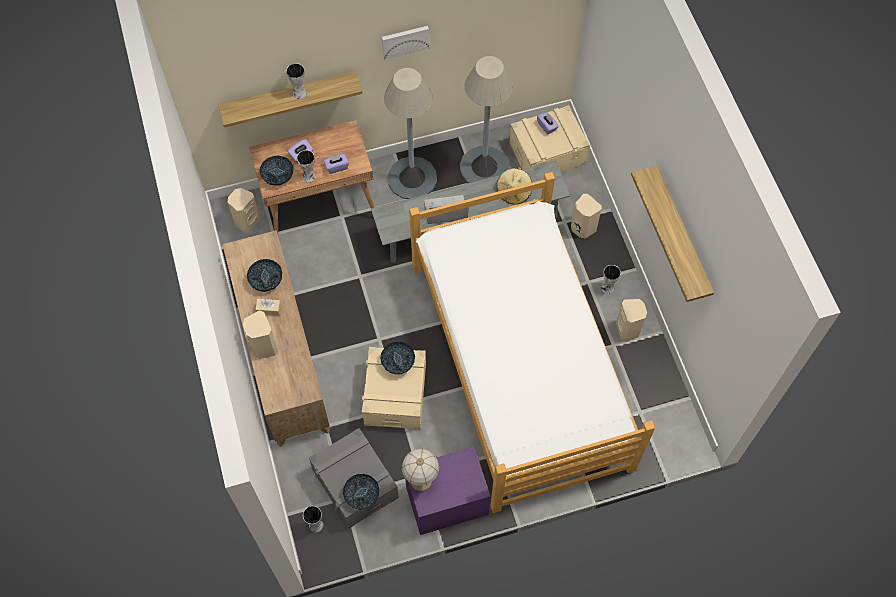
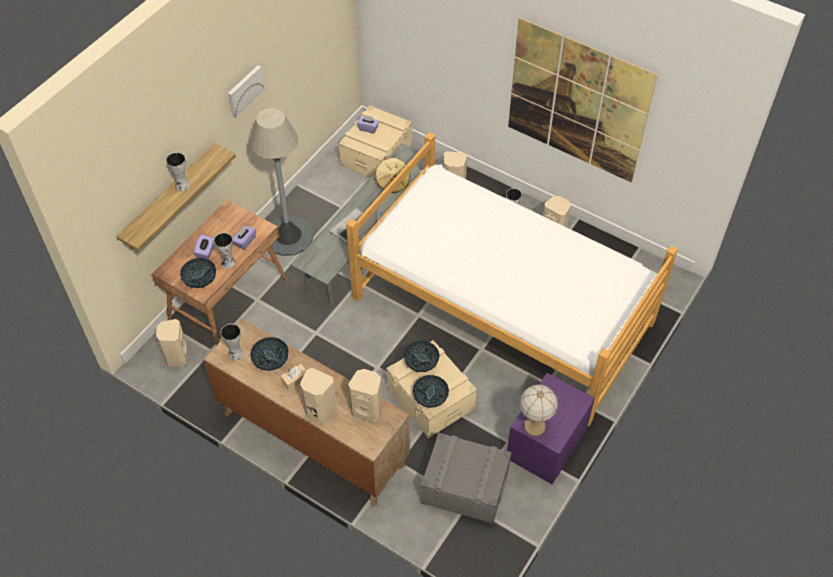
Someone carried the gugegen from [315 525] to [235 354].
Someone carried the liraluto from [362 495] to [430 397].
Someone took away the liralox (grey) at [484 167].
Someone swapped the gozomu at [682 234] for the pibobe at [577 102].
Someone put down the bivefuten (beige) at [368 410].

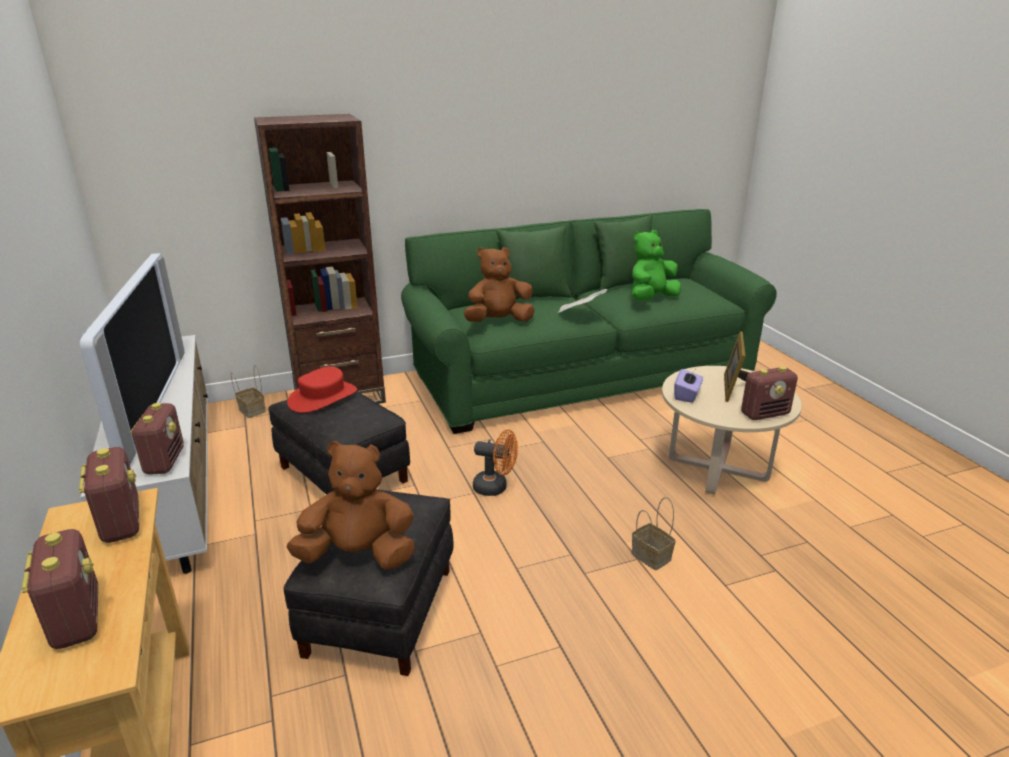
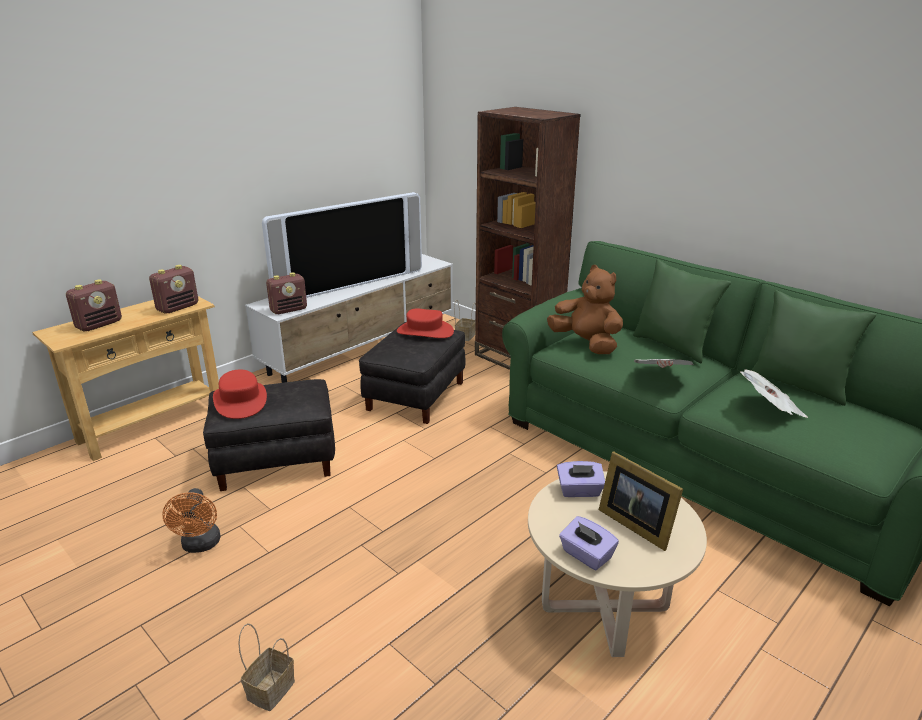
Someone swapped the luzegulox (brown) at [358 555] for the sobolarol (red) at [240 401].
Someone carried the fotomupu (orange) from [495 487] to [200 545].
Someone swapped the luzegulox (green) at [651 299] for the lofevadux at [770 409].
Someone carried the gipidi from [649 556] to [271 688].
Someone rotated the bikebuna at [734 388] by 120 degrees counterclockwise.
Someone swapped the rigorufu at [765 414] for the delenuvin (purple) at [586 555].

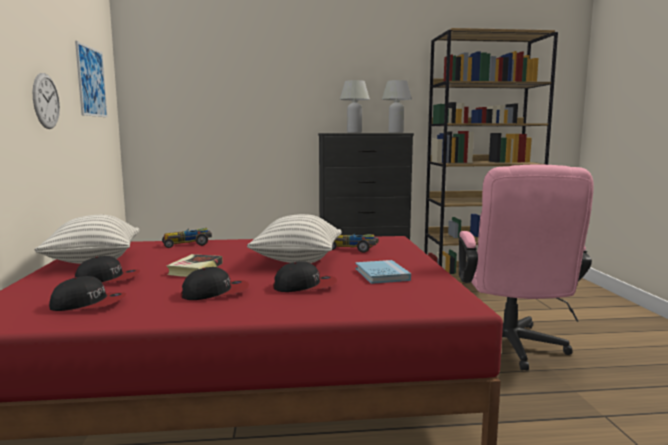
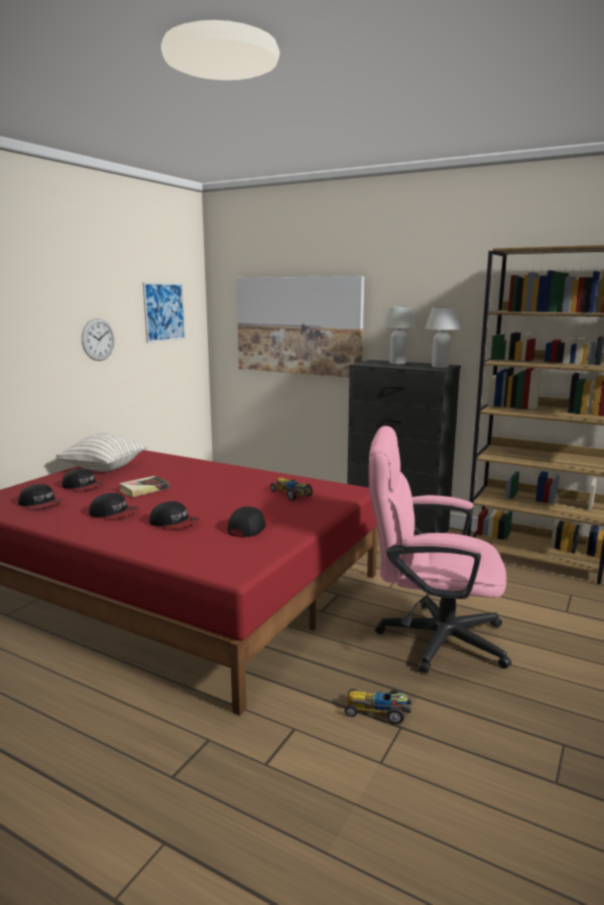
Someone carried the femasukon from [188 244] to [379 711].
Someone took away the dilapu at [297 261].
Someone swapped the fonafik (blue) at [382 274] for the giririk at [250 526].
Someone rotated the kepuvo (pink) at [511 349] by 60 degrees clockwise.
Someone put up the pibobe at [298 325].

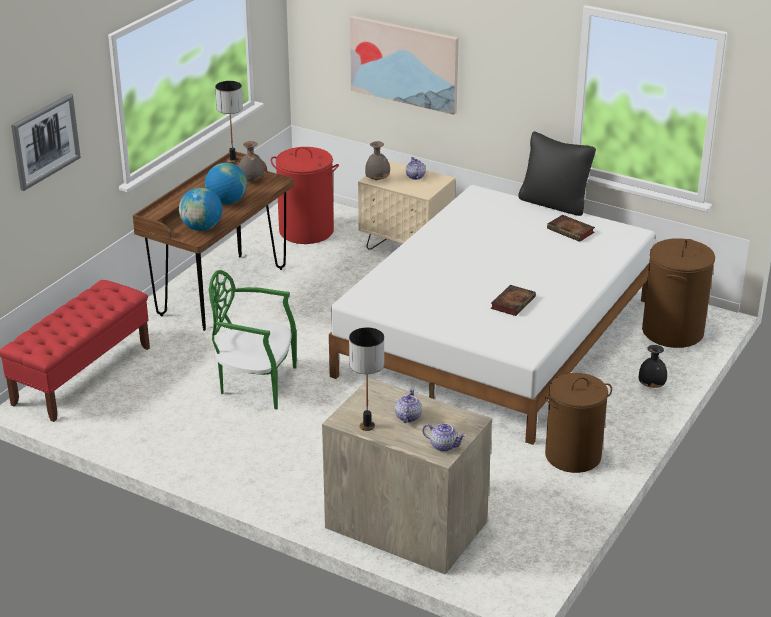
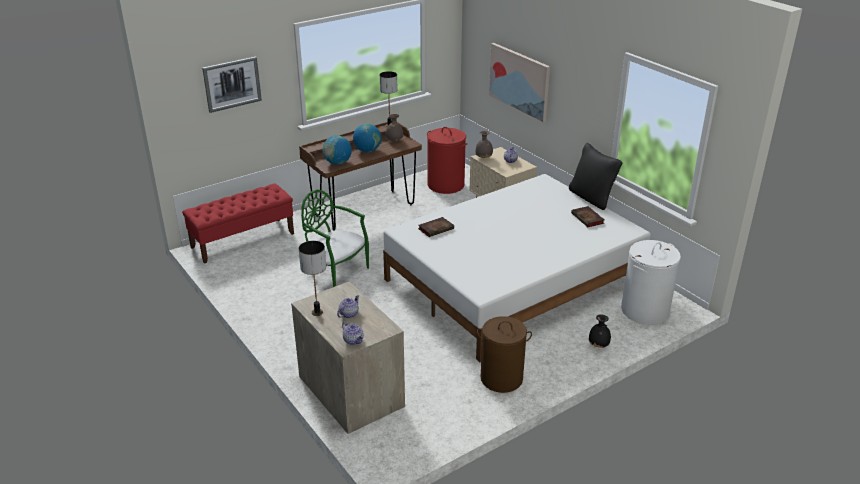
Someone carried the fonafik from [513 302] to [436 228].
Someone repainted the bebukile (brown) at [673 332], which became the bebukile (white) at [645 311].

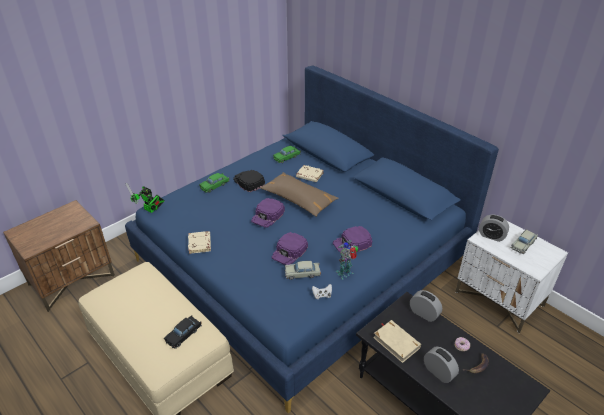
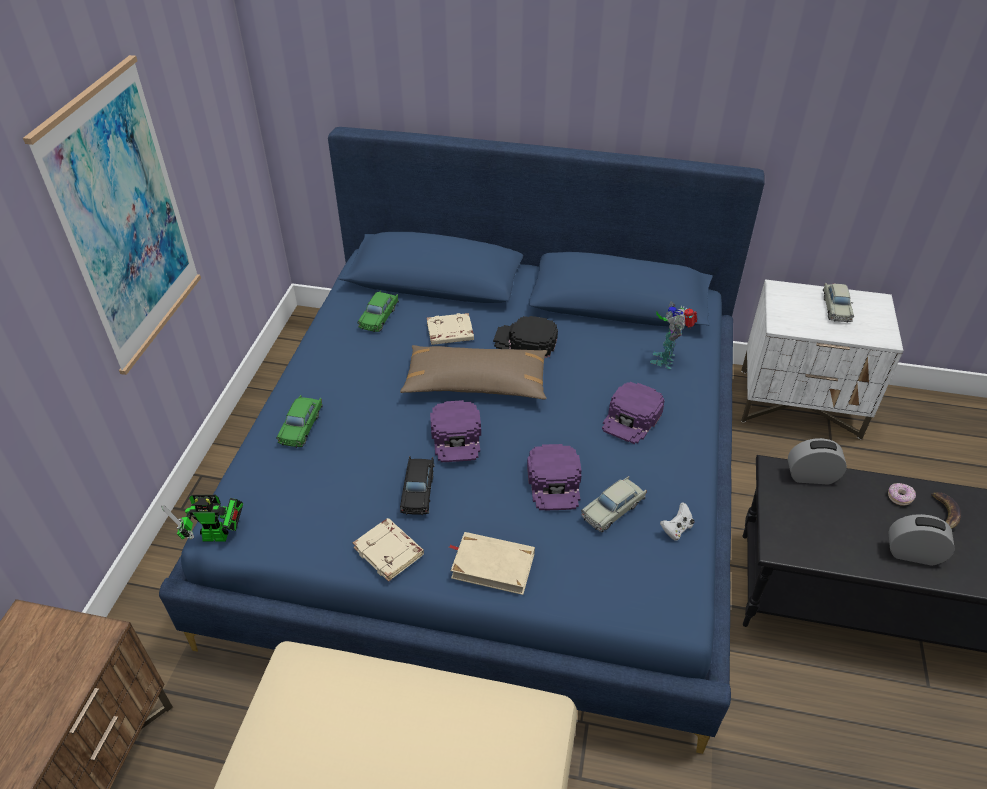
Someone carried the femasukon (black) from [184 334] to [418 490].
Someone carried the giririk (black) from [248 182] to [525 341].
Someone carried the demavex from [346 273] to [666 359].
Someone carried the fonafik (beige) from [396 342] to [492 565].
Someone took away the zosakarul at [491 236].
Someone put up the pibobe at [124 220].

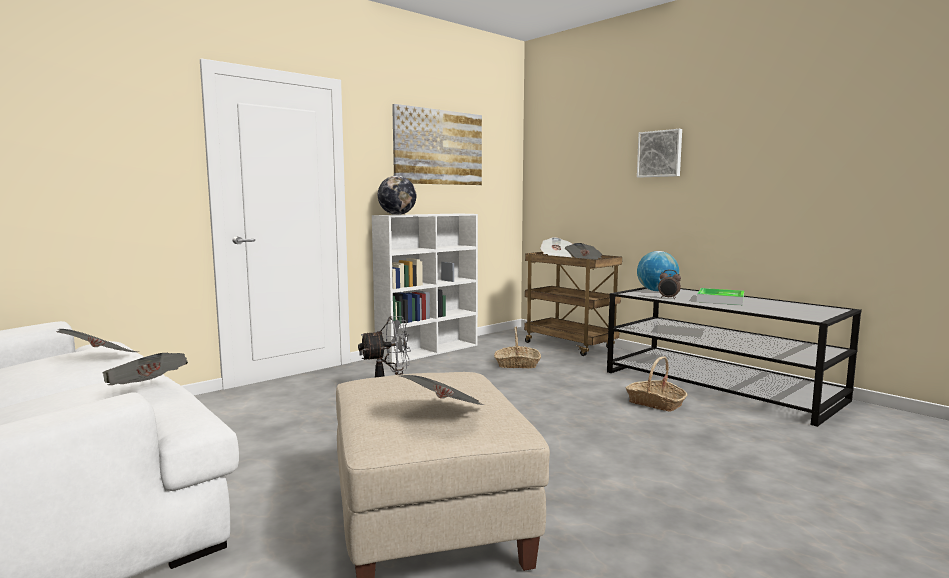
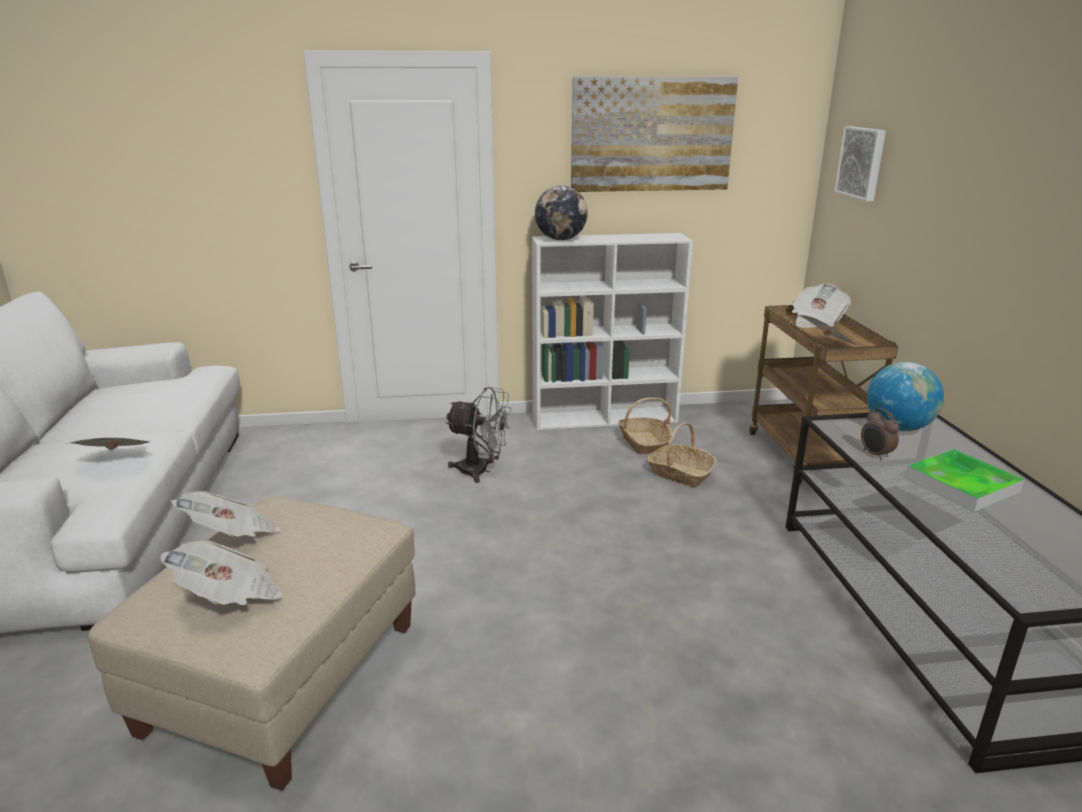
Someone carried the lofevadux from [101 359] to [232 535].
Someone carried the gipidi from [655 403] to [644 443].
Someone carried the pibobe from [660 154] to [862 163].

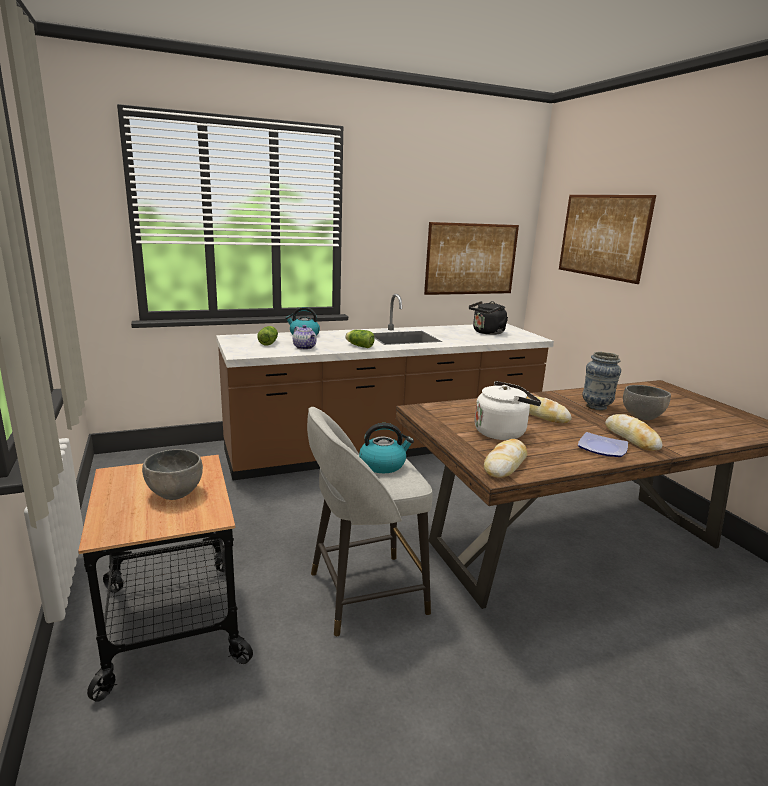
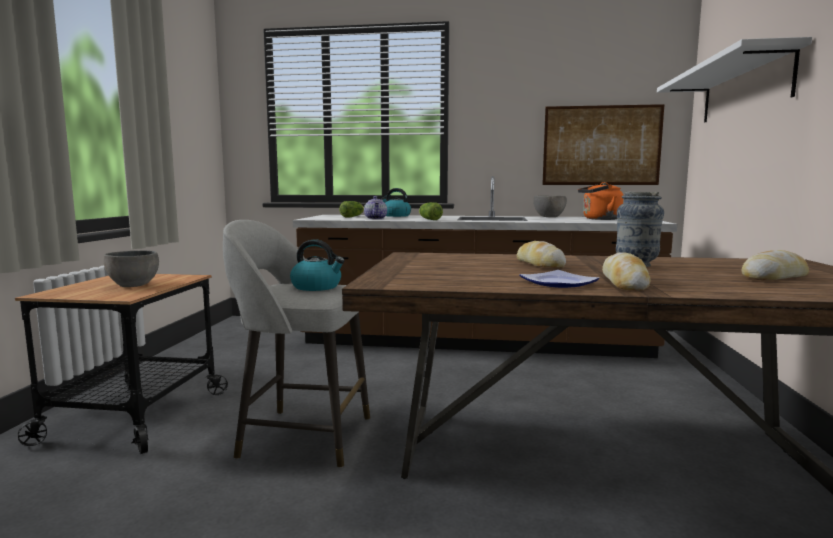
Someone repainted the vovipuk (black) at [487 333], which became the vovipuk (orange) at [599 219].
Someone took away the vovipuk (white) at [502 432].
Someone carried the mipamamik from [505 465] to [774 277].
Someone swapped the pibobe at [602 236] for the gozomu (white) at [744 89].
Someone carried the liraluto (grey) from [642 417] to [549 217].

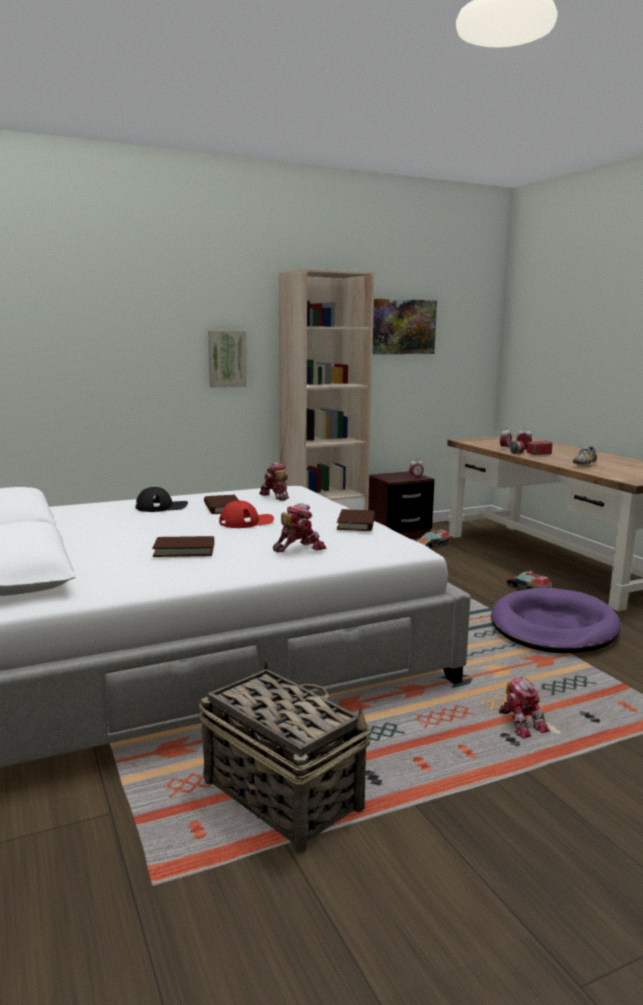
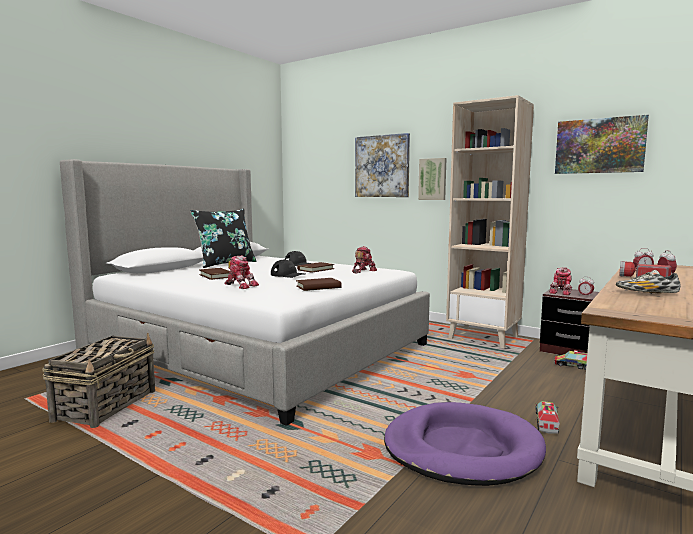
Someone repainted the giririk (red) at [246 522], which became the giririk (black) at [288 275].
Someone carried the demavex from [521 723] to [562 292].
Someone put down the dilapu (black) at [225 263].
Someone put up the pibobe at [382 166].

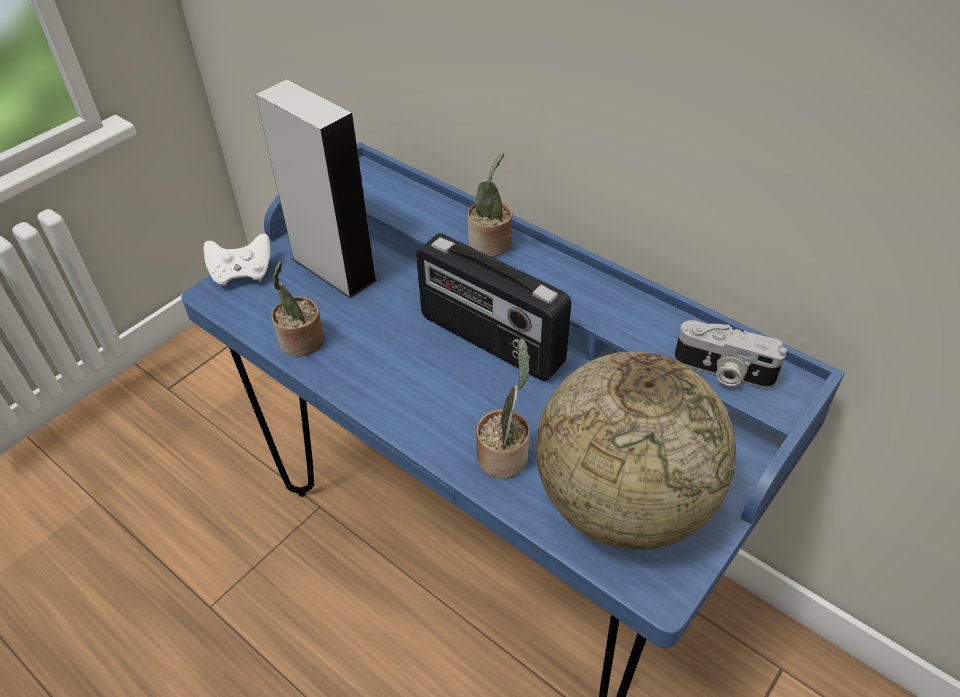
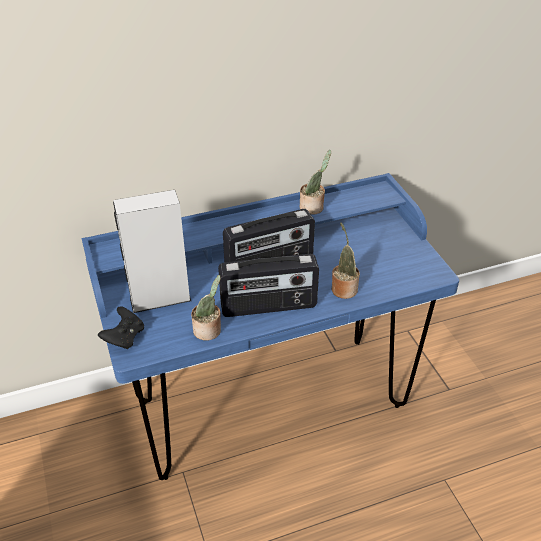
Someone repainted the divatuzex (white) at [242 274], which became the divatuzex (black) at [124 337].
Someone carried the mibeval from [491 245] to [313 207].
Someone took away the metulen at [622 503].
Someone took away the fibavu at [722 372].
Someone put down the rigorufu at [268 307].

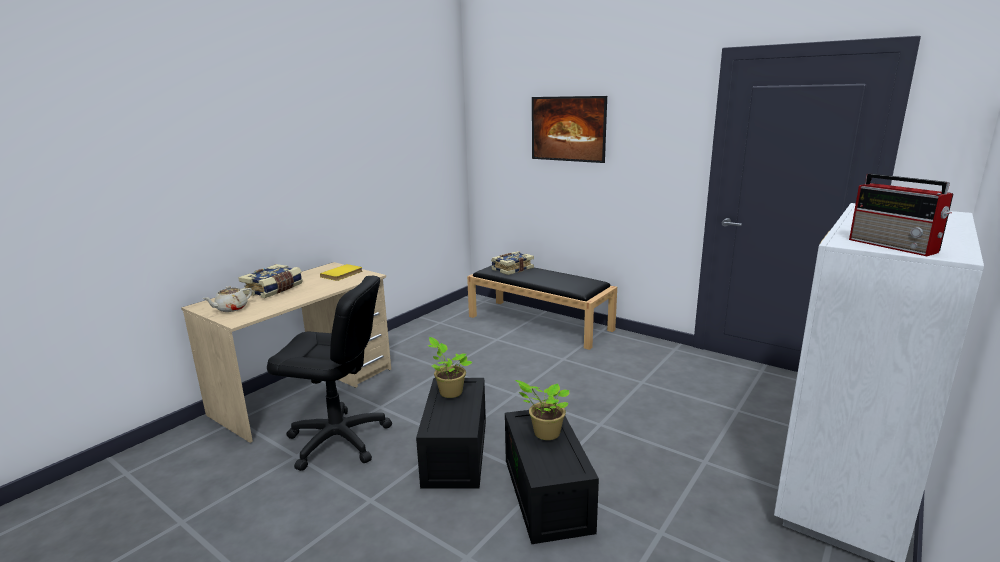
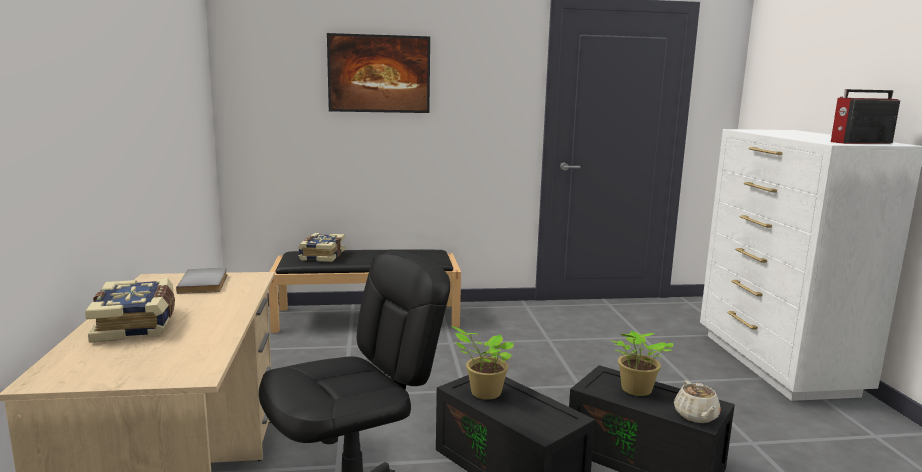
Someone carried the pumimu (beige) from [231 309] to [696 416].
Someone repainted the fonafik (yellow) at [343 274], which became the fonafik (grey) at [205 283].
Someone rotated the rigorufu at [894 246] by 150 degrees clockwise.

